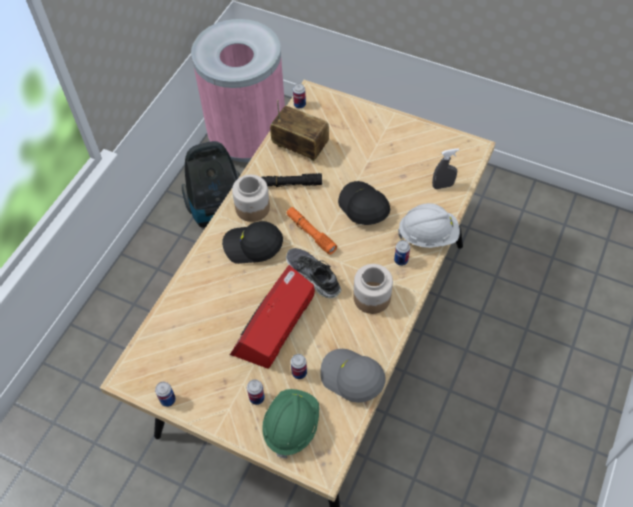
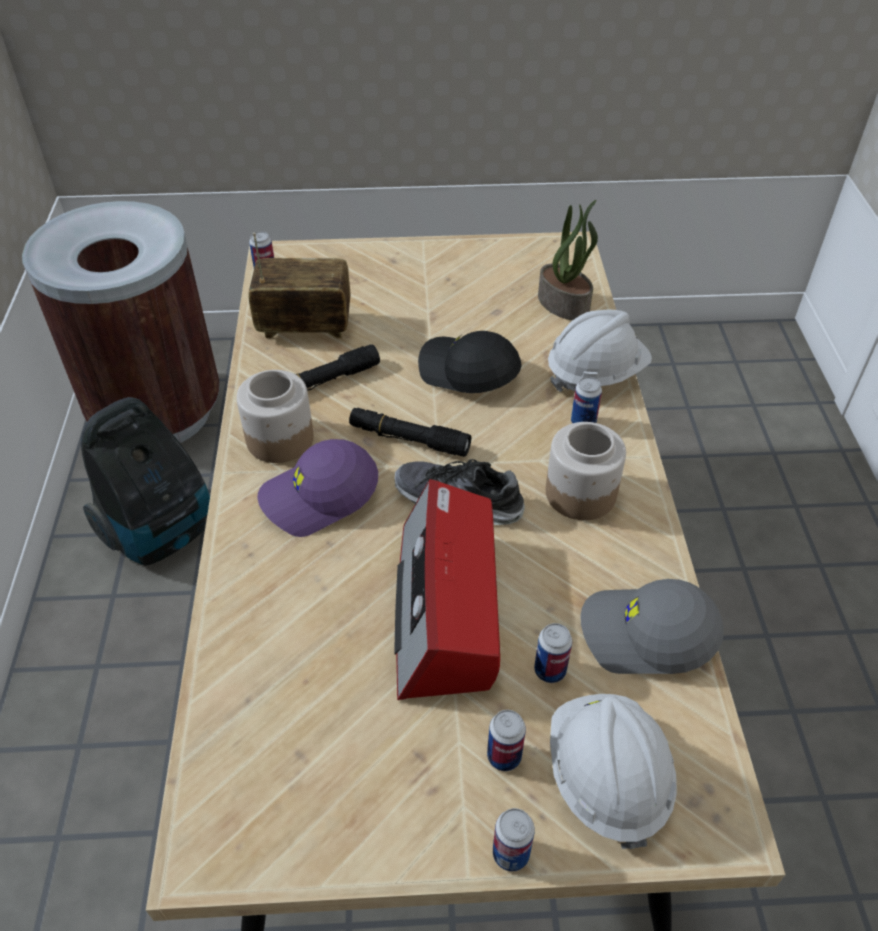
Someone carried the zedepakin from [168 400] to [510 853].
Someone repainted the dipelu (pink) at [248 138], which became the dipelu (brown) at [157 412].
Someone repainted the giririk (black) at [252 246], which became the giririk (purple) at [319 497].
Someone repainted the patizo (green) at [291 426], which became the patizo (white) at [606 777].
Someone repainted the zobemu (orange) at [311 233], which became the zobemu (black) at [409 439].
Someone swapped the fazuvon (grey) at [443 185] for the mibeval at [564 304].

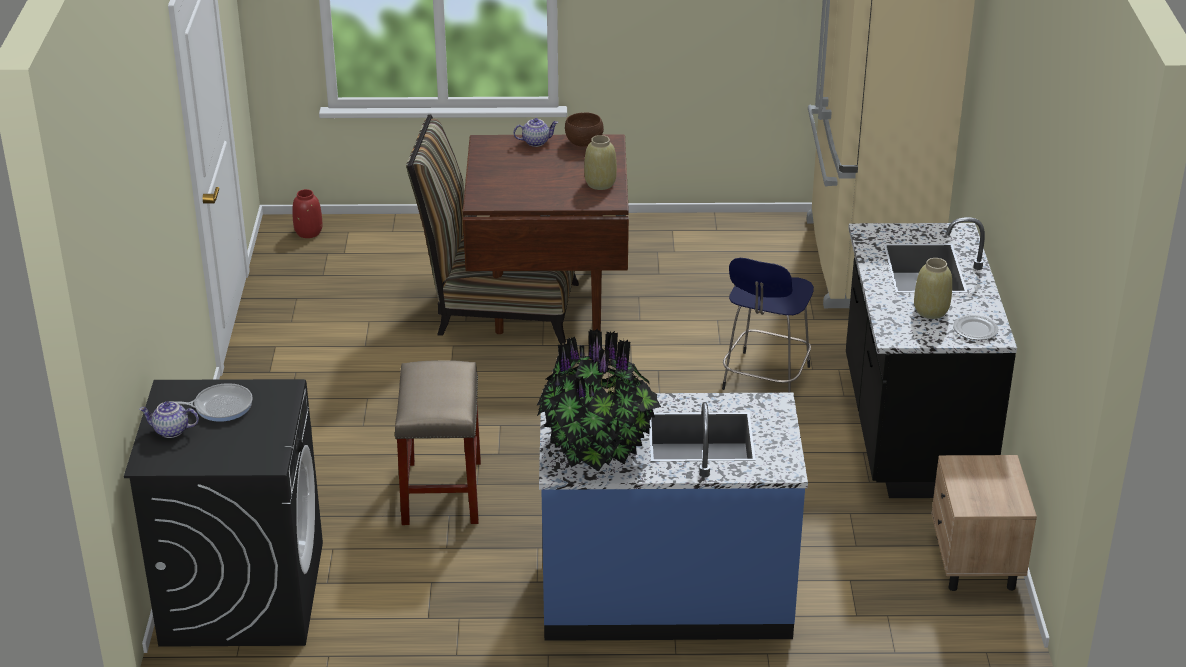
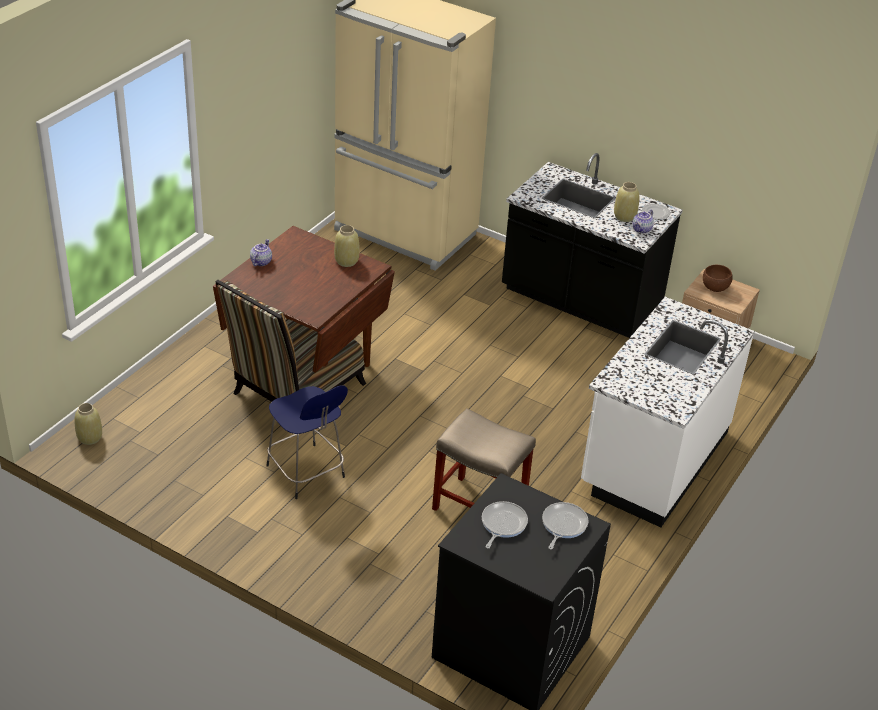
Someone carried the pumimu from [170 431] to [642 230].
Someone repainted the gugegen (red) at [308 232], which became the gugegen (beige) at [89 438].
Someone took away the mibeval at [598 448].
Someone repainted the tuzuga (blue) at [665 592], which became the tuzuga (white) at [653 459].
Someone carried the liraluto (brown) from [584 143] to [714 288].
Someone carried the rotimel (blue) from [765 380] to [307 473].
Someone put down the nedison at [563 525].

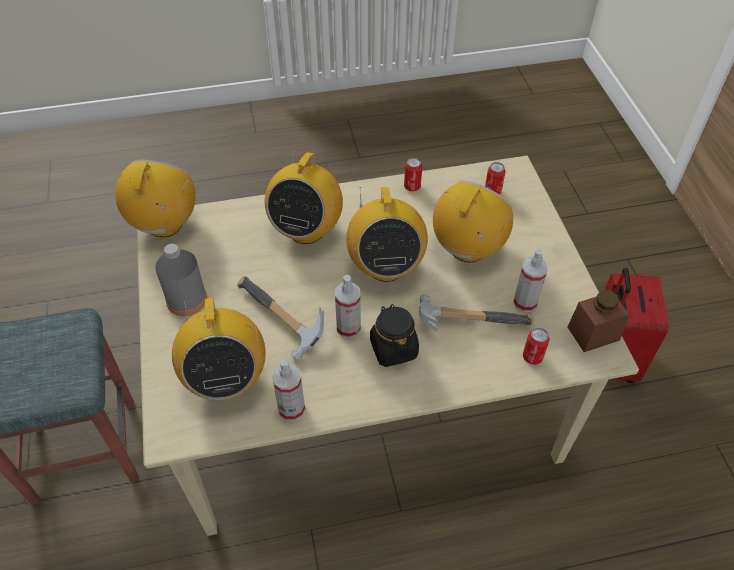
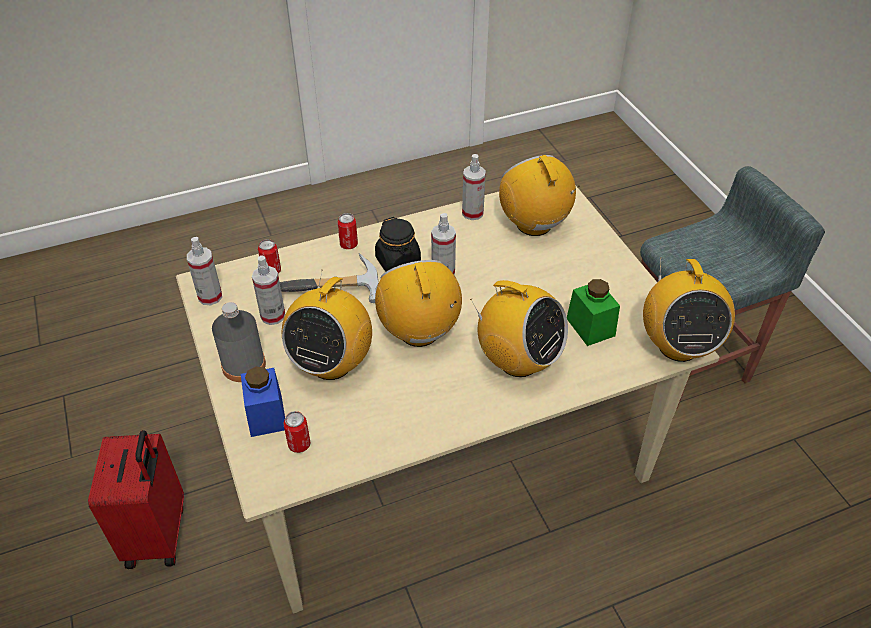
Someone carried the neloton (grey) from [187 299] to [243 365].
Someone took away the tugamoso at [278 323].
Someone rotated the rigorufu at [306 230] by 120 degrees clockwise.
Someone carried the zedepakin from [412 186] to [349 244].
Someone swapped the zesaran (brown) at [593 333] for the fazuvon at [210 296].
Someone put down the zesaran (blue) at [266 415].
Someone put down the zesaran (green) at [590 327].

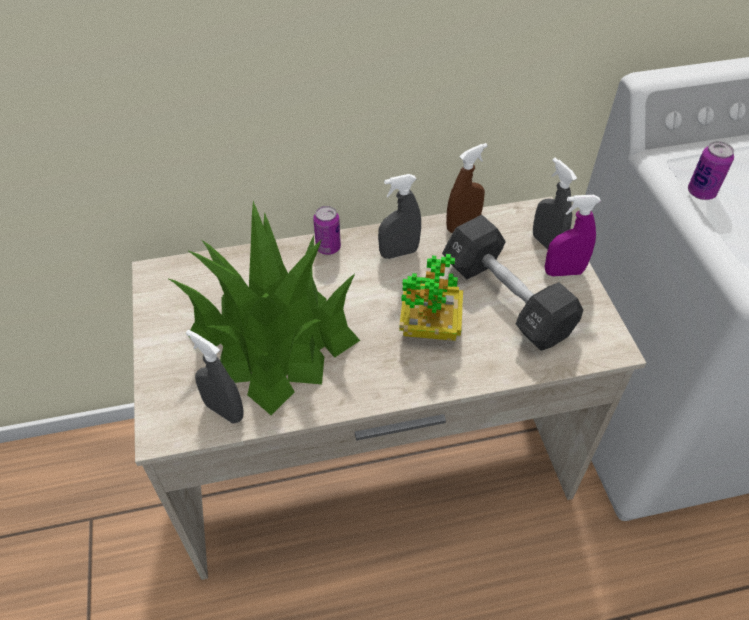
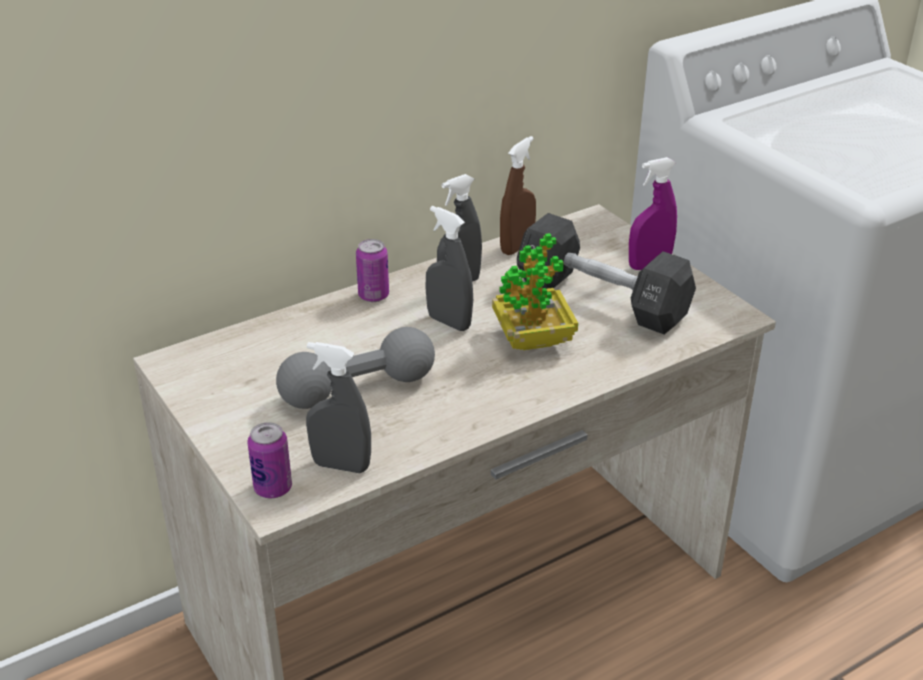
Someone swapped the mibeval at [272 338] for the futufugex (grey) at [358 389].
Someone carried the fazuvon (grey) from [546 243] to [449 322].
Someone carried the zedepakin from [701 192] to [273 488].

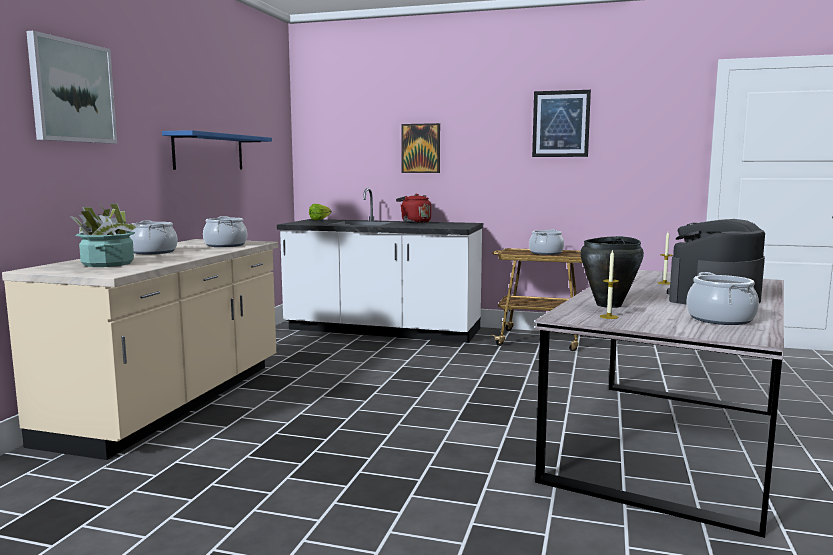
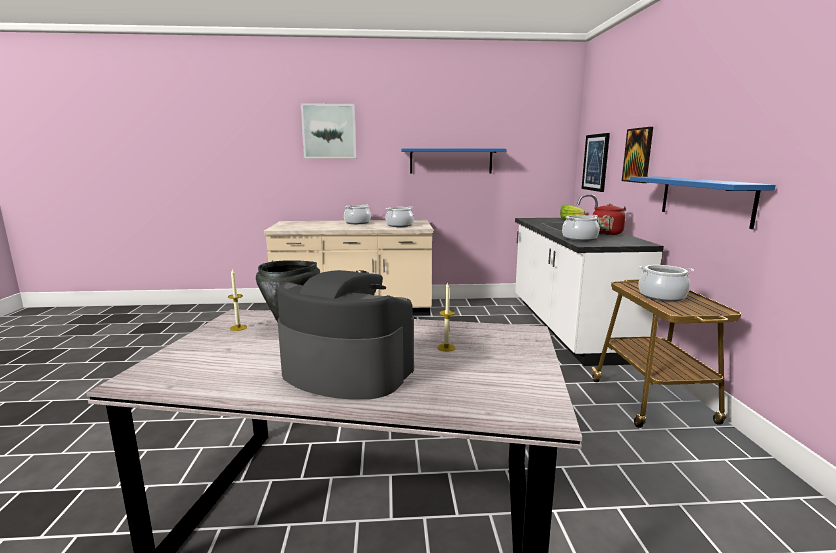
Someone took away the mibeval at [108 264].
Someone carried the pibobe from [561 124] to [596 162].
Someone carried the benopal from [720 319] to [579 238].
Someone put up the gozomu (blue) at [704 199].

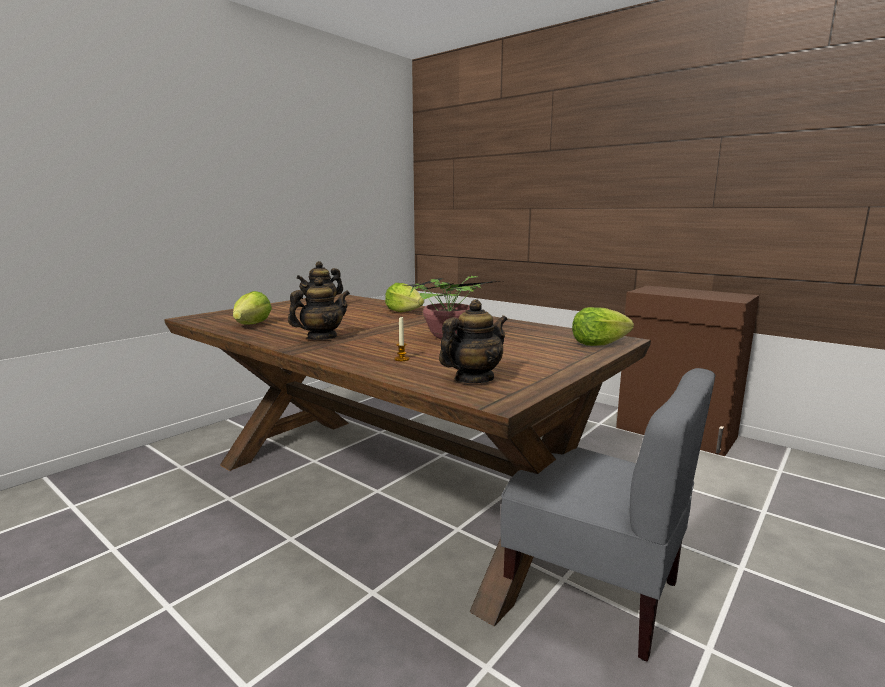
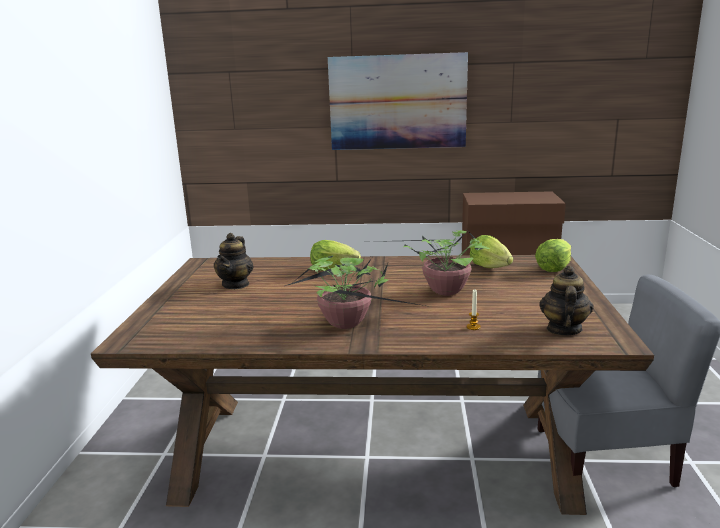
Someone carried the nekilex from [252 325] to [490 267].
Someone swapped the pumimu at [321 338] for the mibeval at [348 325].
Someone put up the pibobe at [397 102].

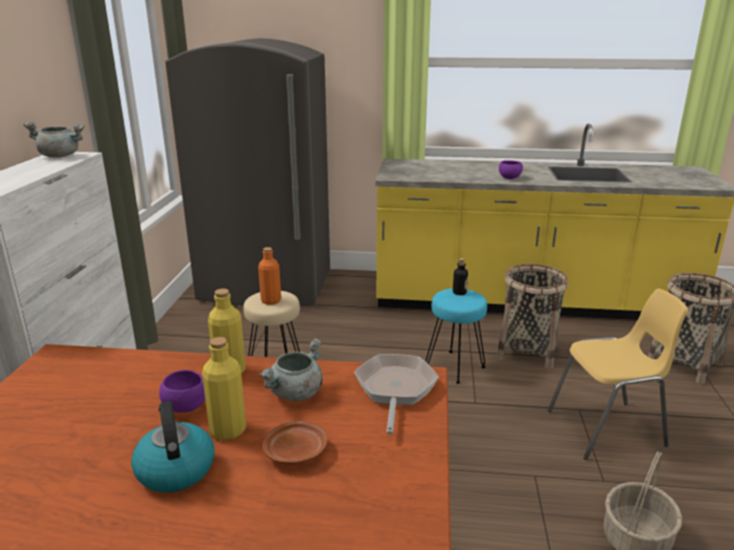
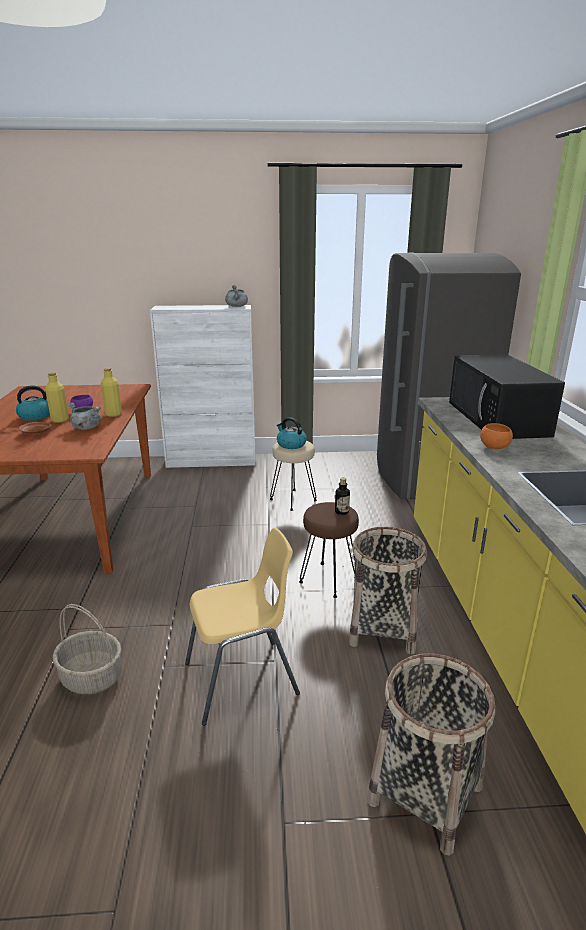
Someone swapped the neloton (orange) at [271 301] for the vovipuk at [291 444].
Someone took away the nedison at [395 389].
Someone repainted the rotimel (turquoise) at [455 367], which became the rotimel (brown) at [329 580].
Someone repainted the liraluto (purple) at [509 178], which became the liraluto (orange) at [494 447].
Someone rotated the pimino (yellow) at [607 429] by 90 degrees counterclockwise.
Someone put down the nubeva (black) at [498 419].

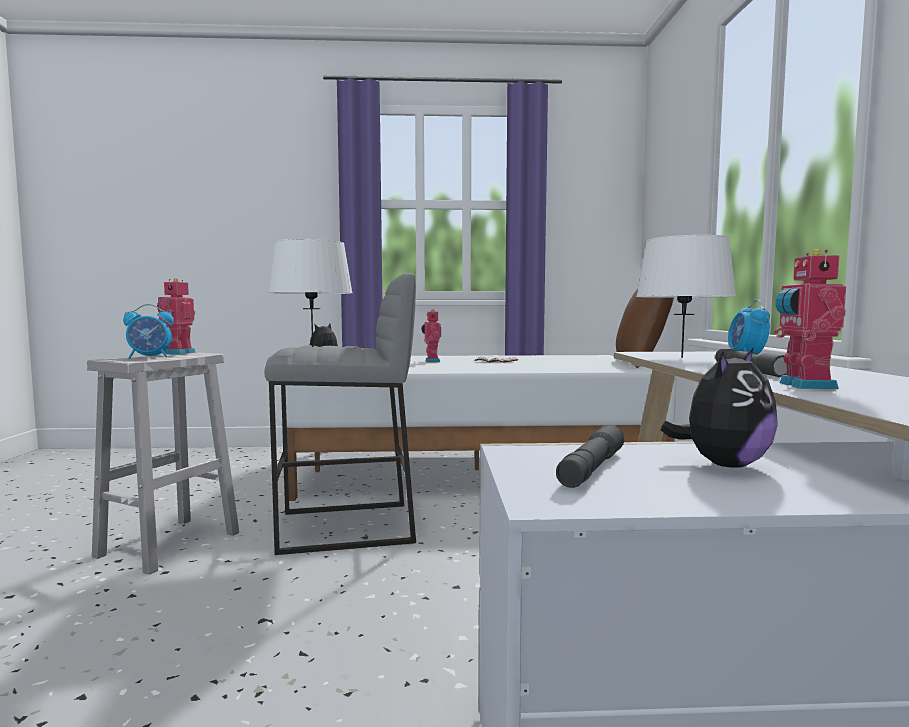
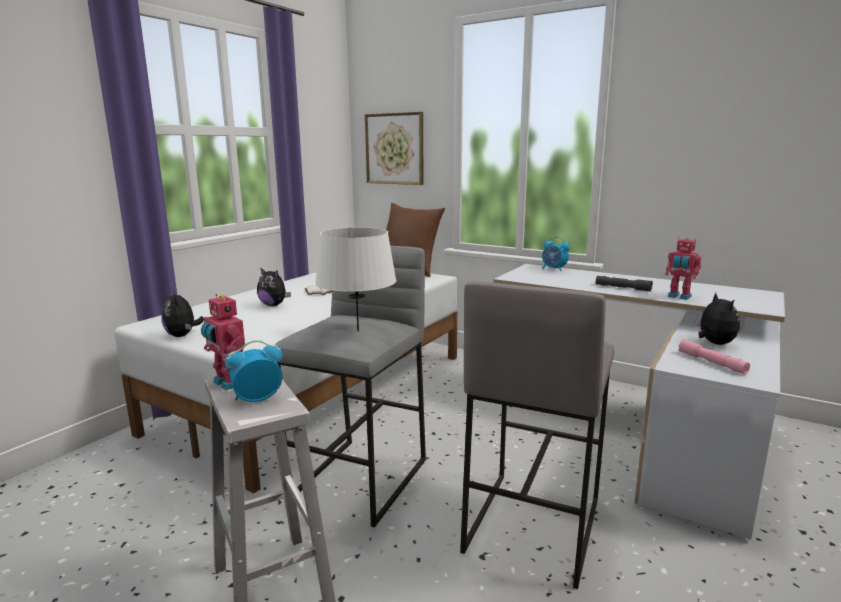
Someone rotated the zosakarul at [150 357] by 135 degrees counterclockwise.
Someone swapped the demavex at [431 361] for the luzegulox at [274 305].
Someone repainted the zobemu (grey) at [592 468], which became the zobemu (pink) at [711 362].
Someone took away the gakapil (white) at [681 357].
Someone put up the pibobe at [394 149].
Someone put down the rotimel (grey) at [531 524].

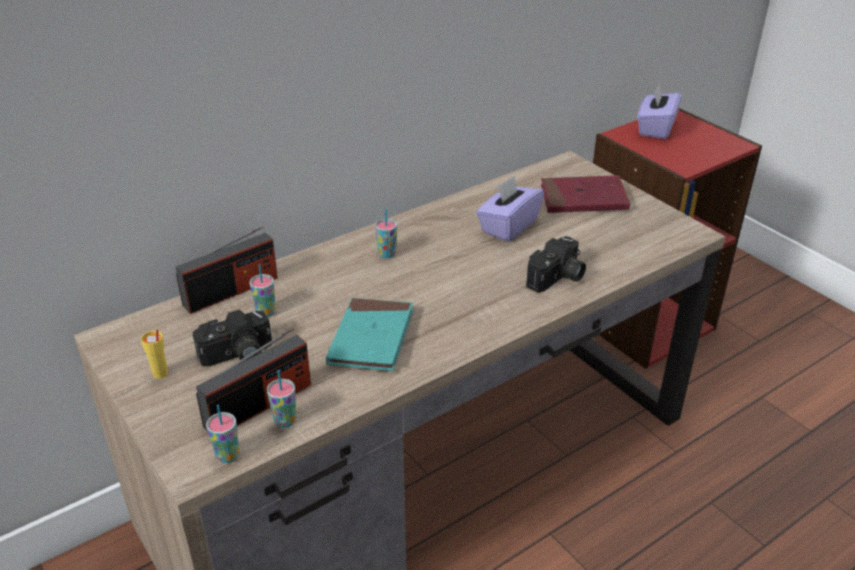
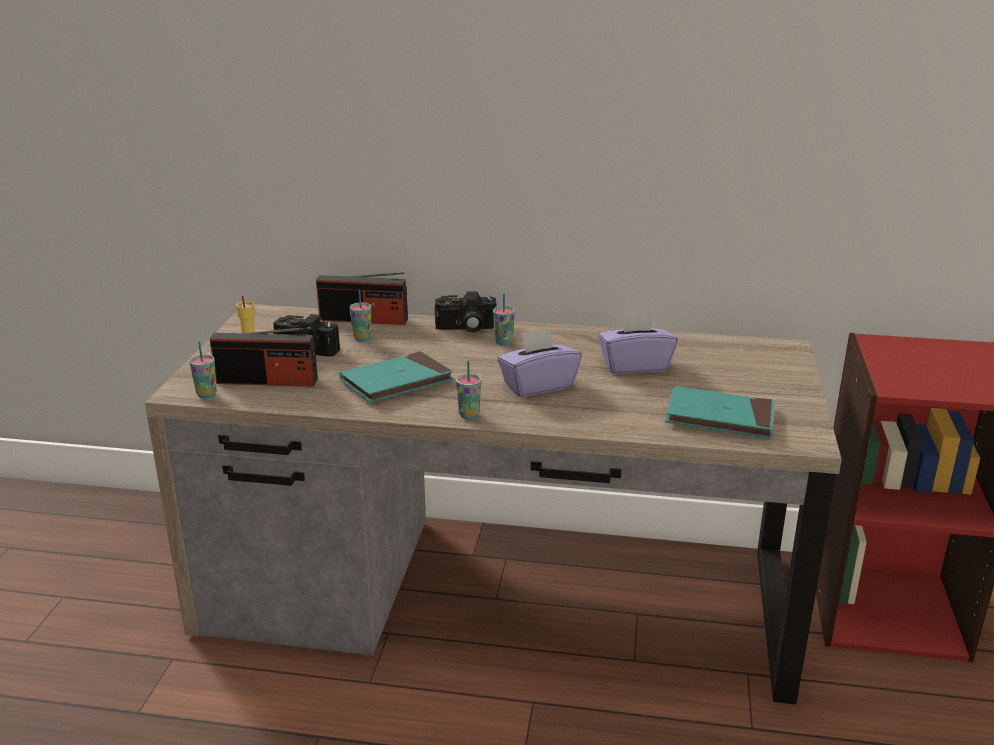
Someone carried the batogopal from [285 421] to [469 415].
Someone carried the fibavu from [557 278] to [465 328].
Someone took away the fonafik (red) at [583 199].
Someone carried the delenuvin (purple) from [655 128] to [538 385].
Someone put down the fonafik (turquoise) at [719 417].

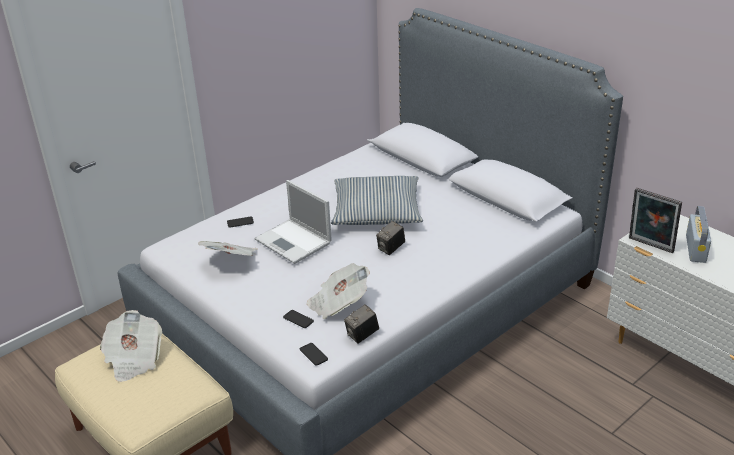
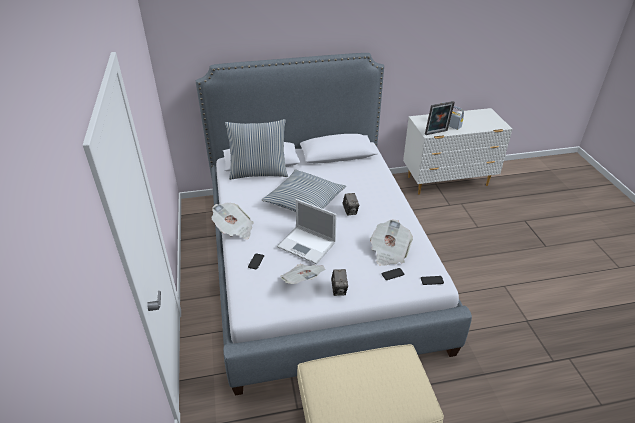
Someone carried the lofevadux from [133 359] to [234 229].
Someone rotated the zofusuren at [294 242] by 45 degrees clockwise.
Someone carried the fibavu from [362 335] to [339 289].
Someone put down the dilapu at [259 172].

